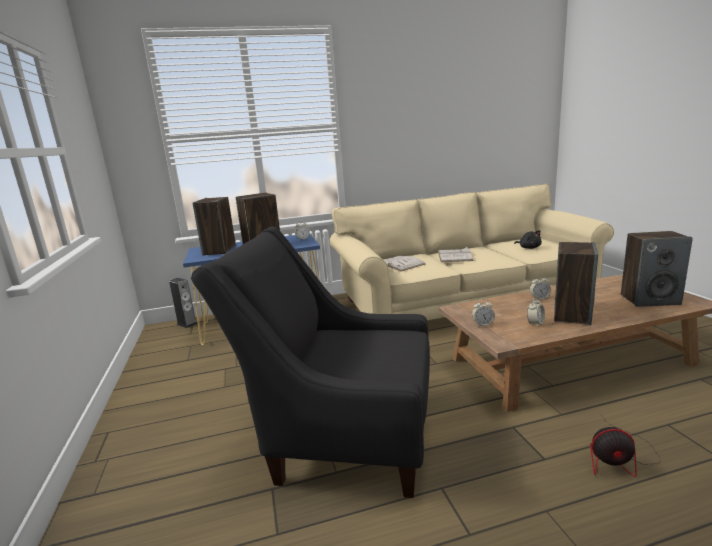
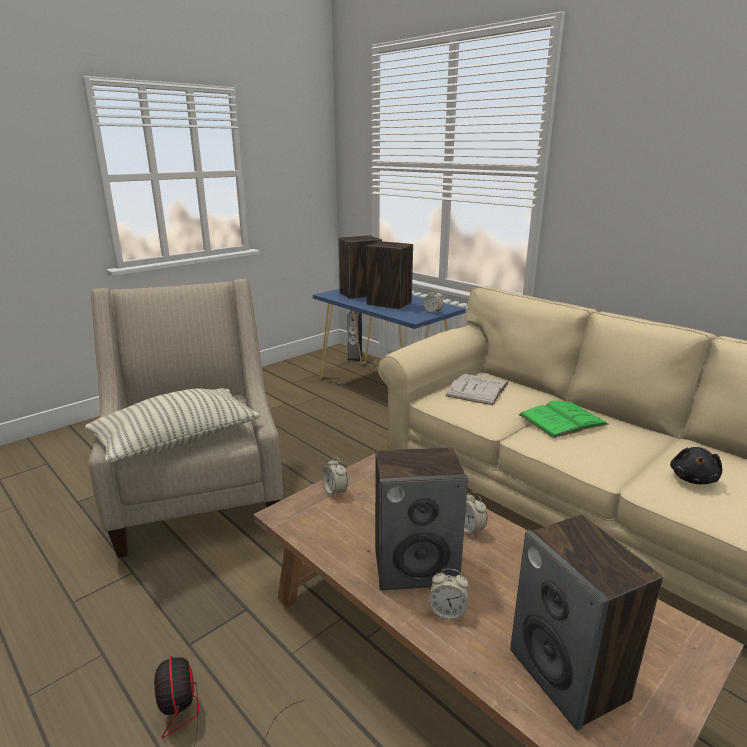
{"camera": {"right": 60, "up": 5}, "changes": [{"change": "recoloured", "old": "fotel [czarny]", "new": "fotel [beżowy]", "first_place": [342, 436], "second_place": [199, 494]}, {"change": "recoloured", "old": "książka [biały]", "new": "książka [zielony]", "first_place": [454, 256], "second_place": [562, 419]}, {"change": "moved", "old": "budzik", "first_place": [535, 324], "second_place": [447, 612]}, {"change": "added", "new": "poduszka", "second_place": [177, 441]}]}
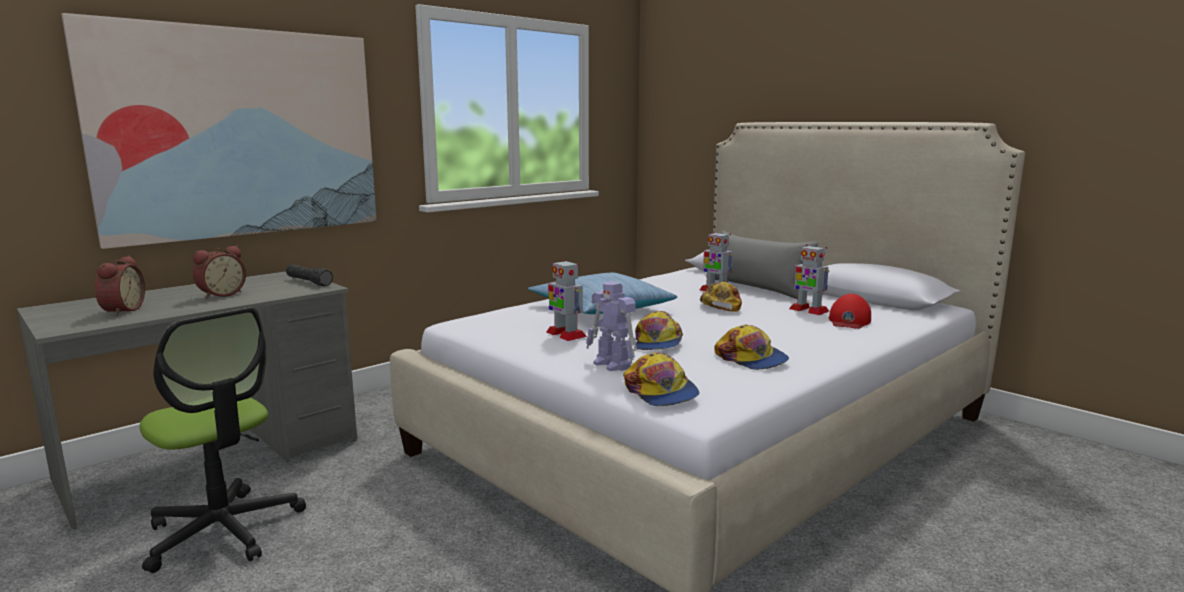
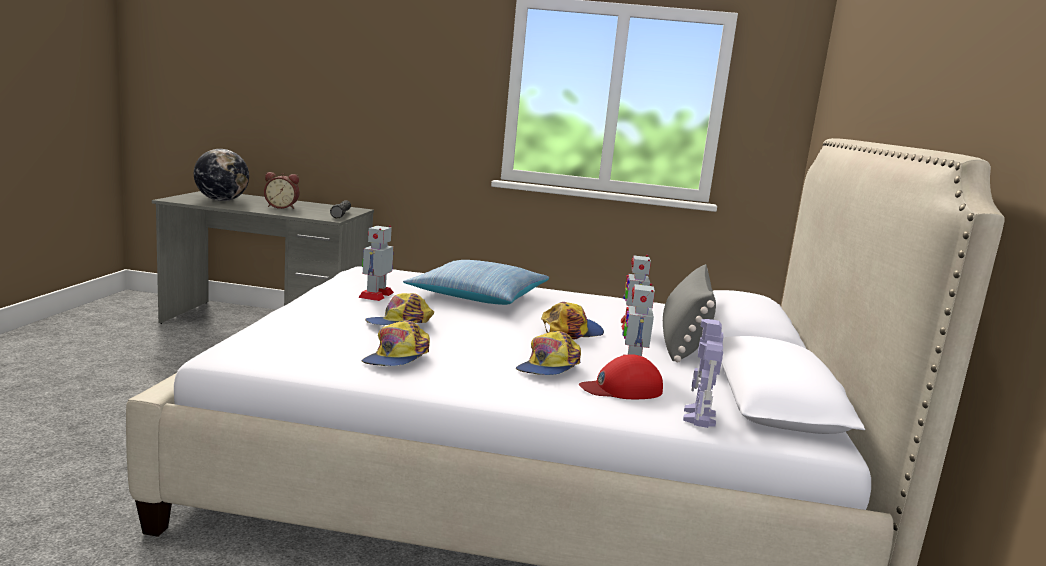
{"camera": {"right": 50, "up": 0}, "changes": [{"change": "removed", "old": "obraz", "first_place": [241, 133]}, {"change": "replaced", "old": "budzik", "new": "globus", "first_place": [121, 310], "second_place": [221, 200]}, {"change": "moved", "old": "robot zabawkowy", "first_place": [612, 365], "second_place": [699, 417]}, {"change": "removed", "old": "krzesło biurowe", "first_place": [224, 531]}, {"change": "moved", "old": "czapka z daszkiem", "first_place": [661, 392], "second_place": [549, 367]}]}
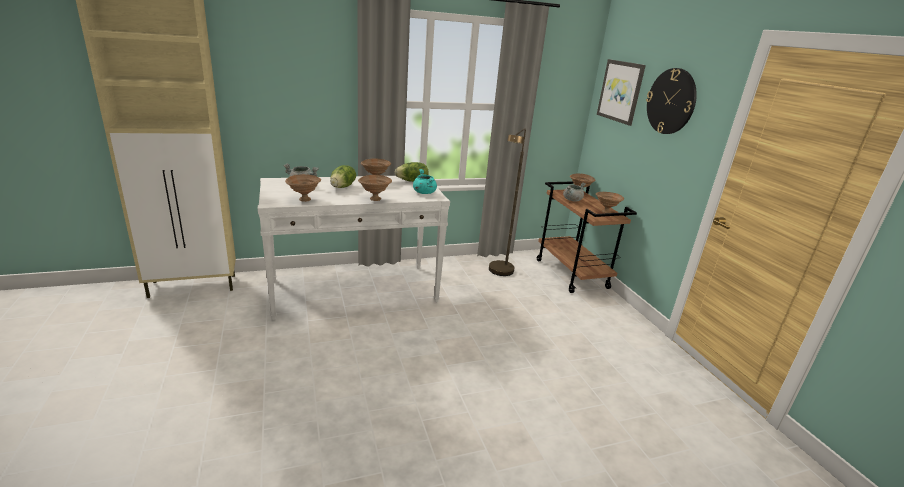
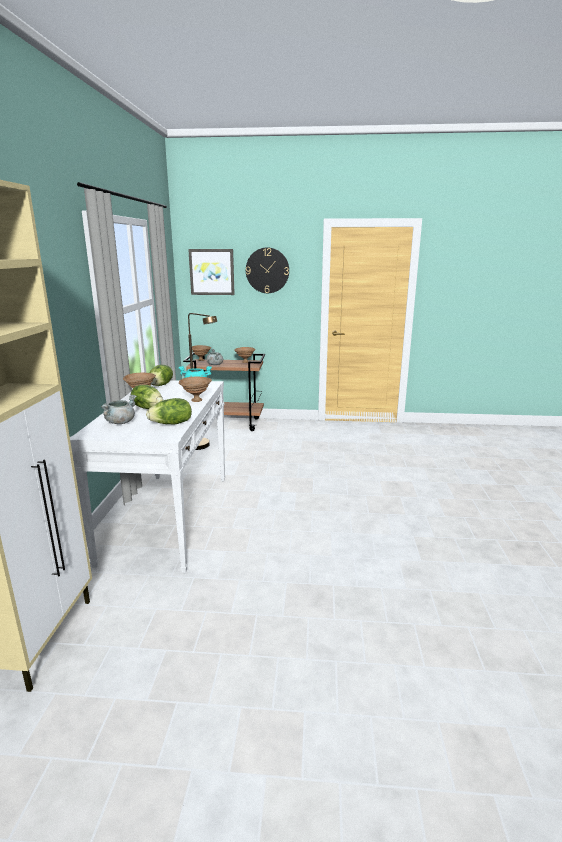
{"camera": {"right": -65, "up": -5}, "changes": [{"change": "replaced", "old": "miska [brązowy]", "new": "sałata", "first_place": [304, 200], "second_place": [171, 424]}]}
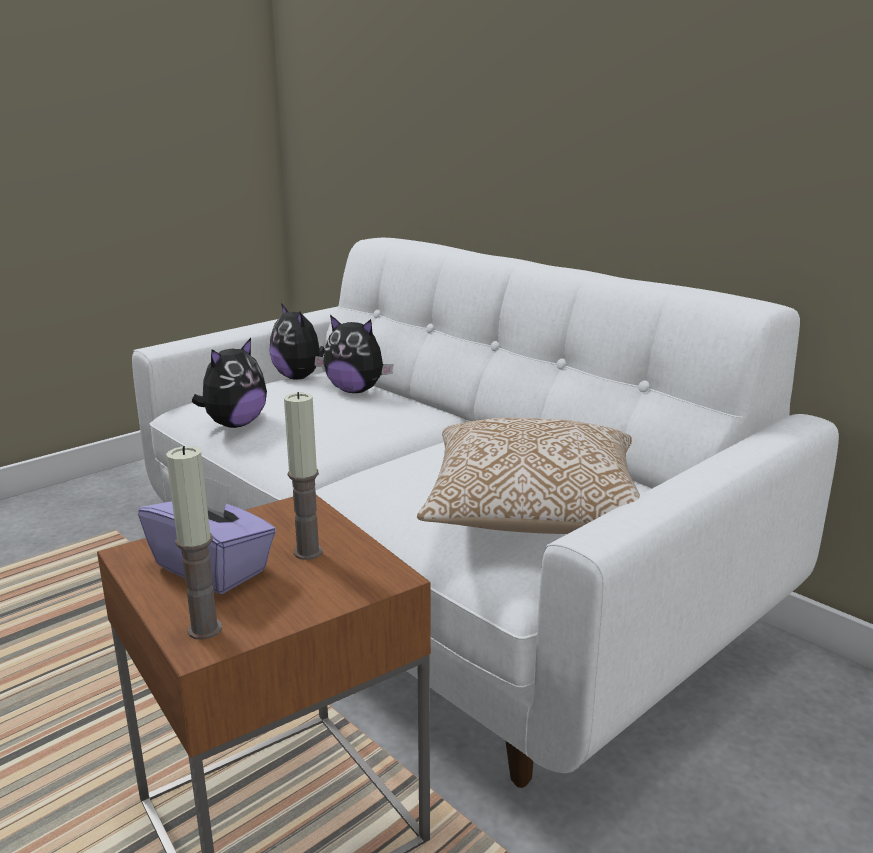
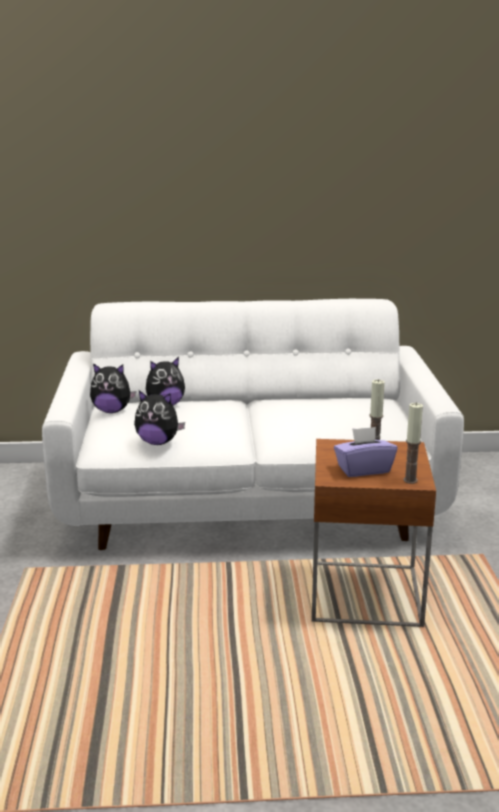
{"camera": {"right": -50, "up": 0}, "changes": [{"change": "turned", "old": "pluszak", "first_place": [234, 424], "second_place": [158, 442], "degrees": 120}, {"change": "removed", "old": "poduszka", "first_place": [533, 514]}]}
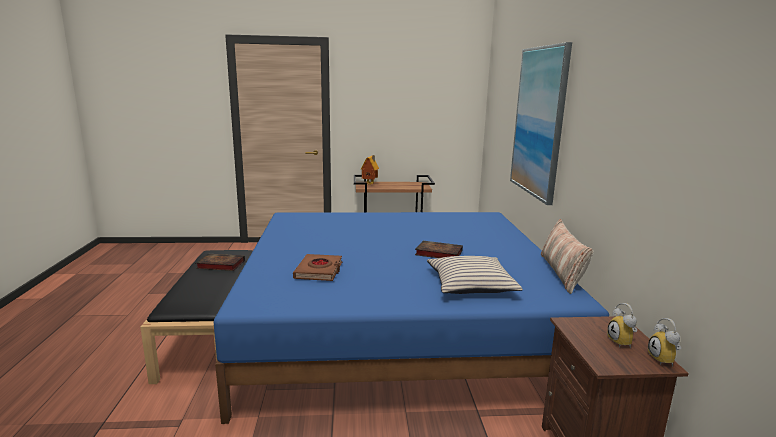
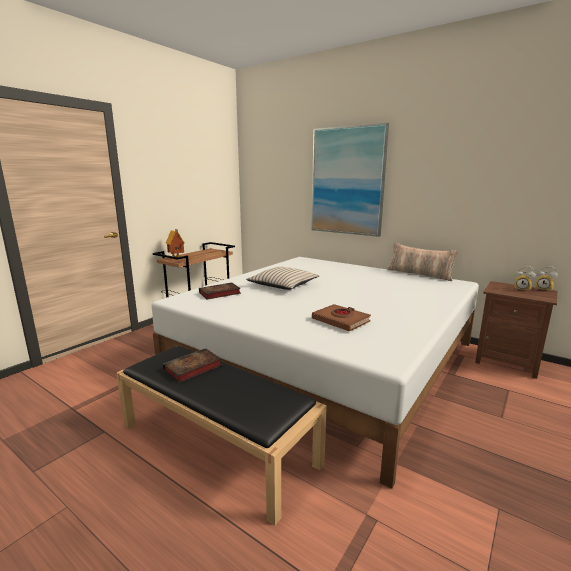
{"camera": {"right": -50, "up": 0}, "changes": [{"change": "recoloured", "old": "łóżko [niebieski]", "new": "łóżko [biały]", "first_place": [397, 328], "second_place": [326, 358]}, {"change": "moved", "old": "książka", "first_place": [437, 253], "second_place": [219, 293]}, {"change": "moved", "old": "poduszka [beżowy]", "first_place": [470, 284], "second_place": [283, 285]}]}
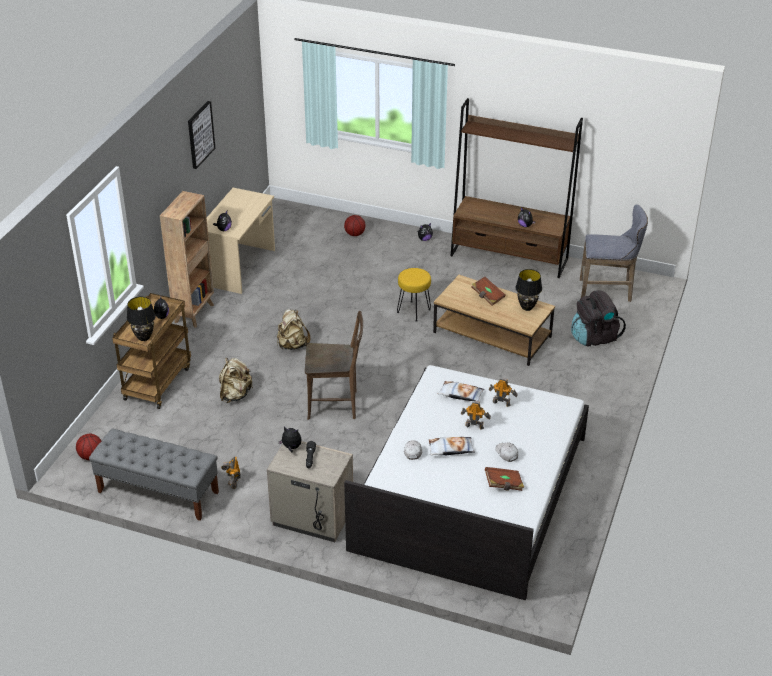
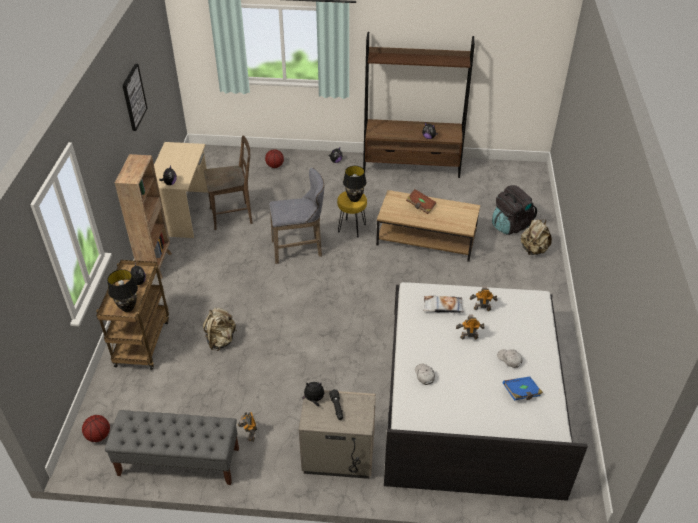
{"camera": {"right": -15, "up": 5}, "changes": [{"change": "moved", "old": "stołek [szary]", "first_place": [608, 291], "second_place": [300, 249]}, {"change": "moved", "old": "lampa stołowa [czarny]", "first_place": [527, 307], "second_place": [354, 199]}, {"change": "moved", "old": "plecak [beżowy]", "first_place": [292, 345], "second_place": [533, 250]}, {"change": "moved", "old": "krzesło [brązowy]", "first_place": [336, 405], "second_place": [234, 215]}, {"change": "removed", "old": "poduszka", "first_place": [450, 449]}, {"change": "recoloured", "old": "książka [brązowy]", "new": "książka [niebieski]", "first_place": [504, 485], "second_place": [521, 393]}]}
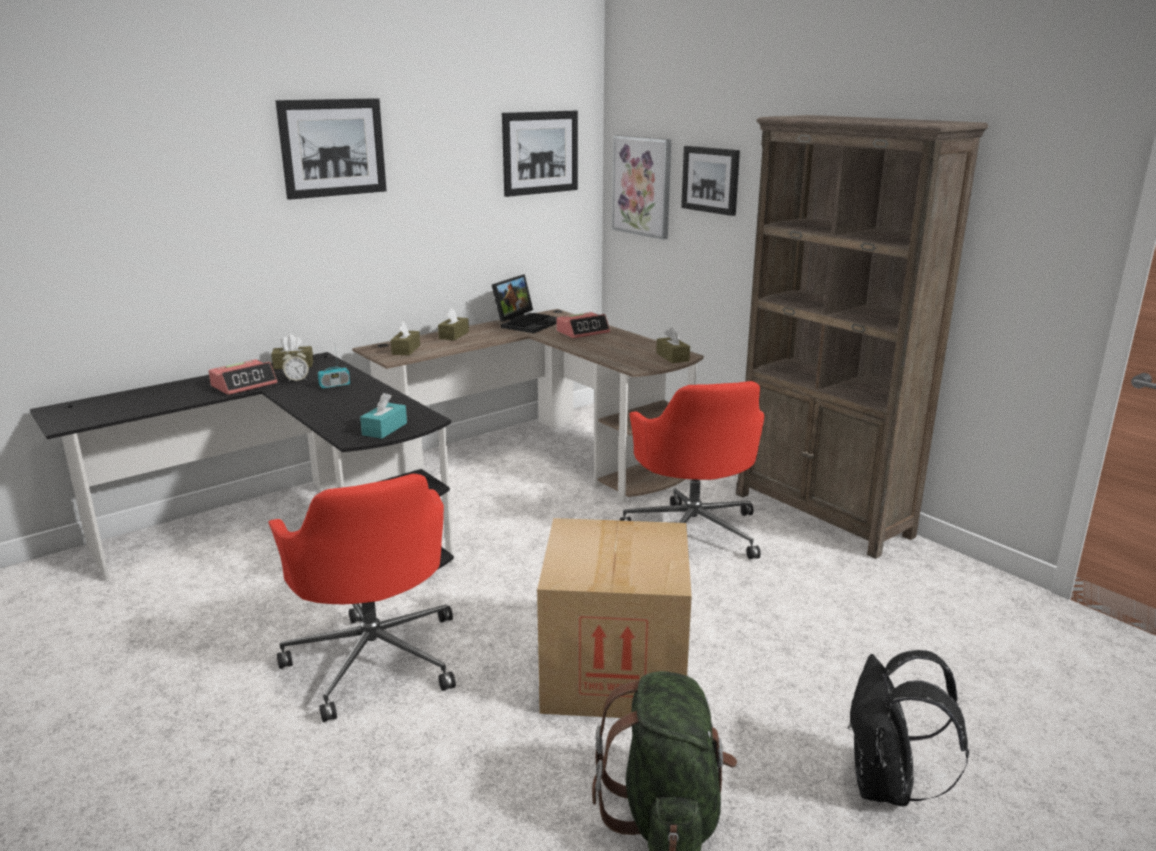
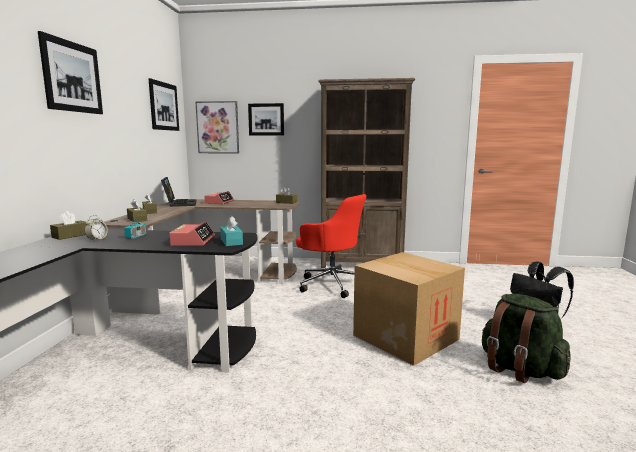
{"camera": {"right": -45, "up": -10}, "changes": [{"change": "moved", "old": "budzik", "first_place": [244, 385], "second_place": [193, 241]}, {"change": "removed", "old": "krzesło biurowe [czerwony]", "first_place": [375, 658]}]}
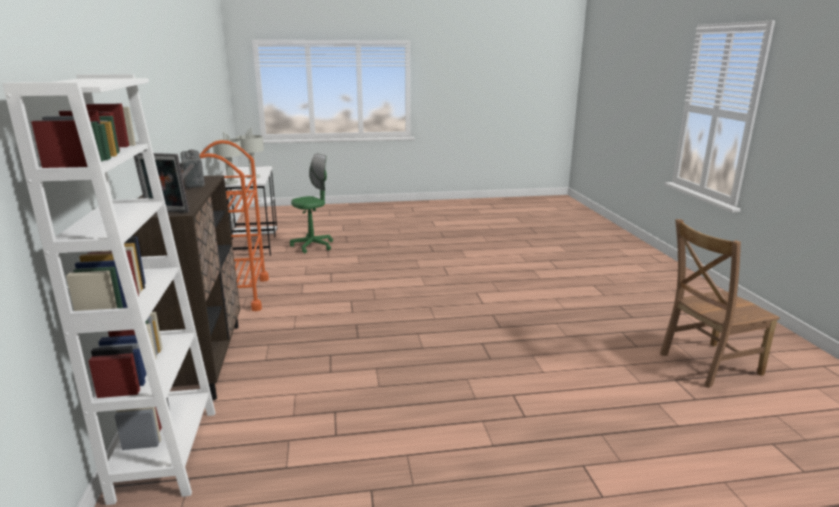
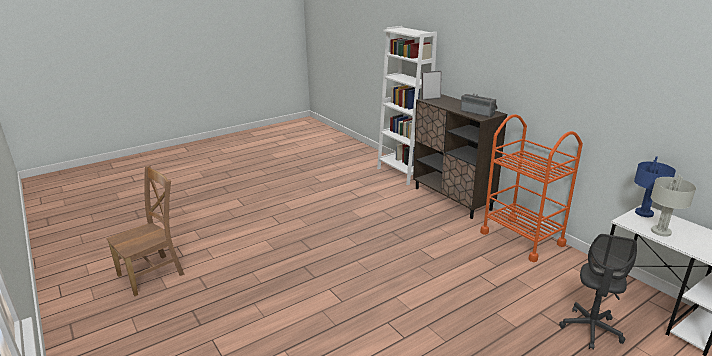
{"camera": {"right": 155, "up": 5}, "changes": [{"change": "recoloured", "old": "lampa stołowa [szary]", "new": "lampa stołowa [niebieski]", "first_place": [231, 182], "second_place": [644, 213]}, {"change": "recoloured", "old": "krzesło biurowe [zielony]", "new": "krzesło biurowe [szary]", "first_place": [313, 246], "second_place": [591, 329]}]}
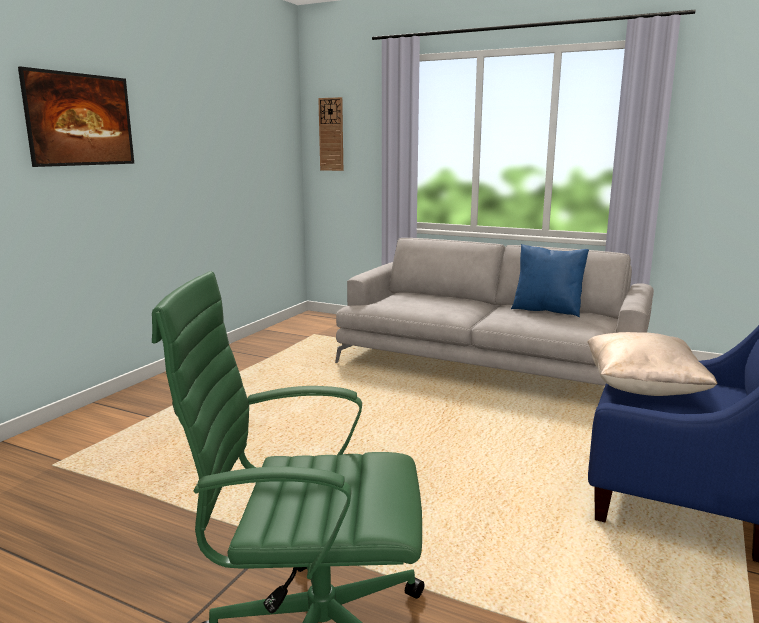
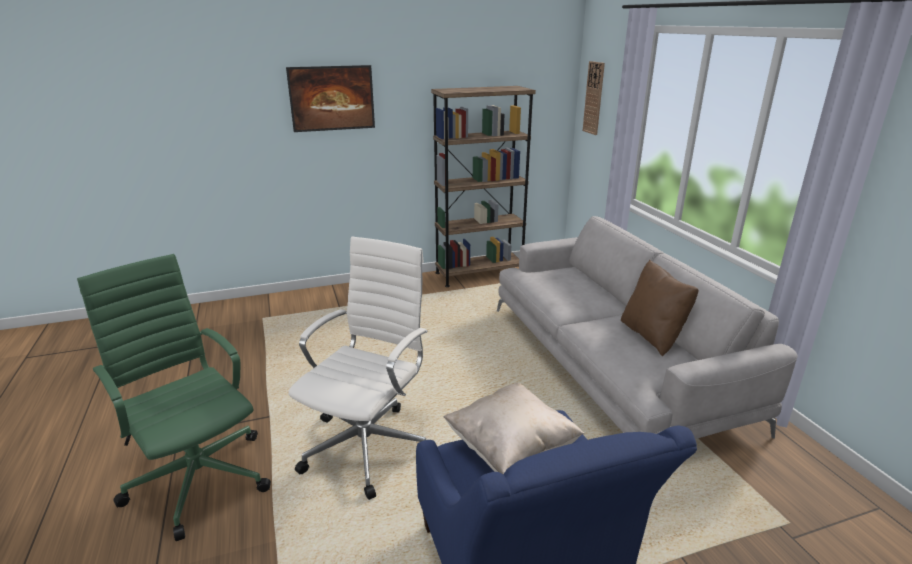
{"camera": {"right": 45, "up": 10}, "changes": [{"change": "recoloured", "old": "poduszka [niebieski]", "new": "poduszka [brązowy]", "first_place": [547, 310], "second_place": [652, 336]}, {"change": "added", "new": "regał [brązowy]", "second_place": [479, 274]}, {"change": "added", "new": "krzesło biurowe [biały]", "second_place": [369, 445]}]}
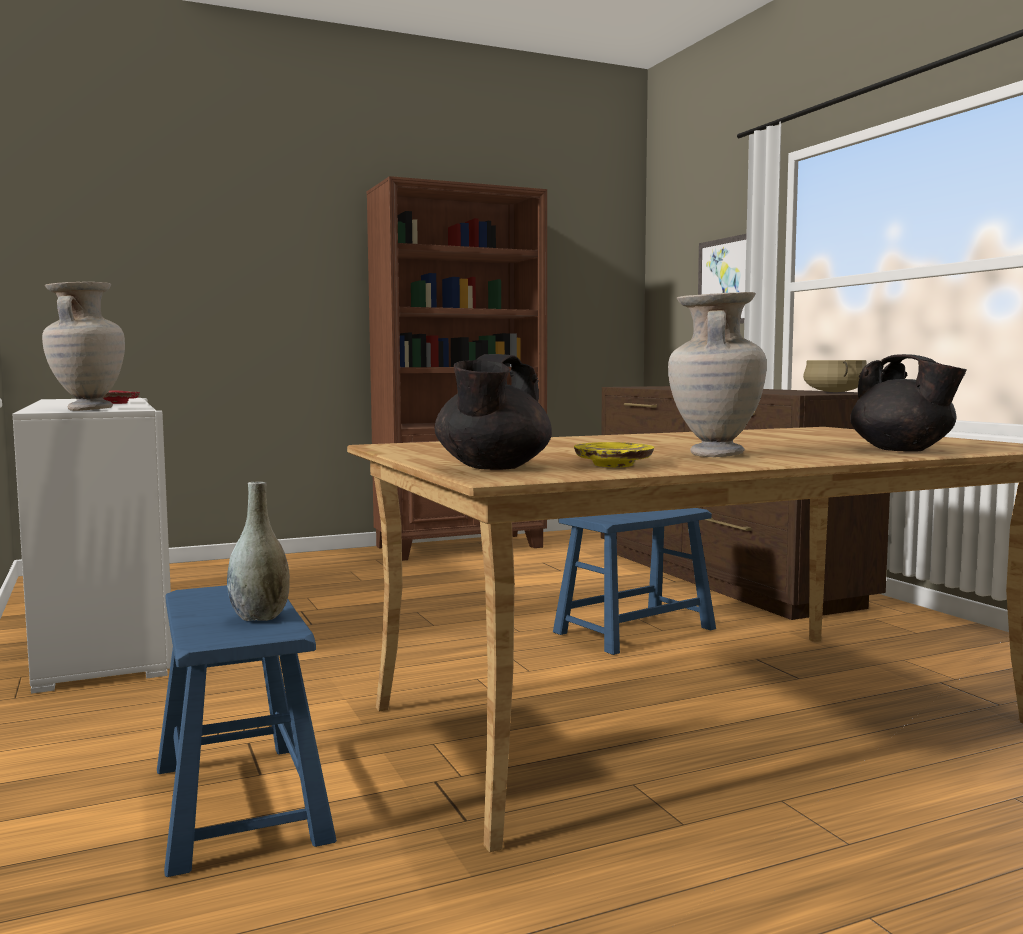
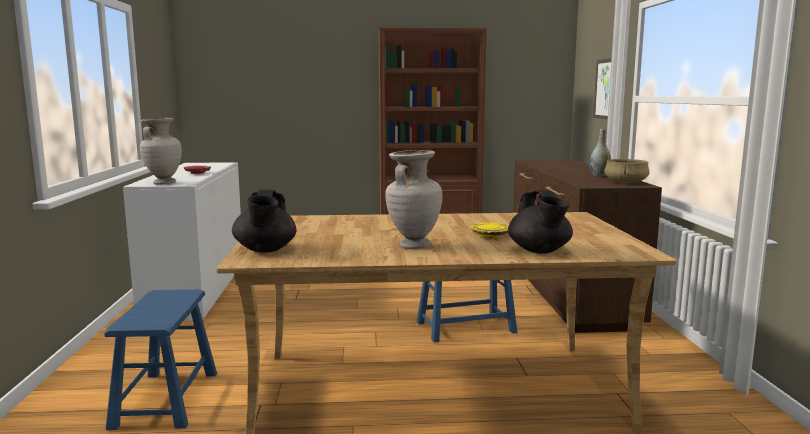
{"camera": {"right": 20, "up": 5}, "changes": [{"change": "turned", "old": "imbryk [czarny]", "first_place": [492, 468], "second_place": [265, 250], "degrees": -45}, {"change": "moved", "old": "talerz [żółty]", "first_place": [614, 465], "second_place": [490, 236]}, {"change": "moved", "old": "wazon [szary]", "first_place": [259, 617], "second_place": [599, 175]}]}
